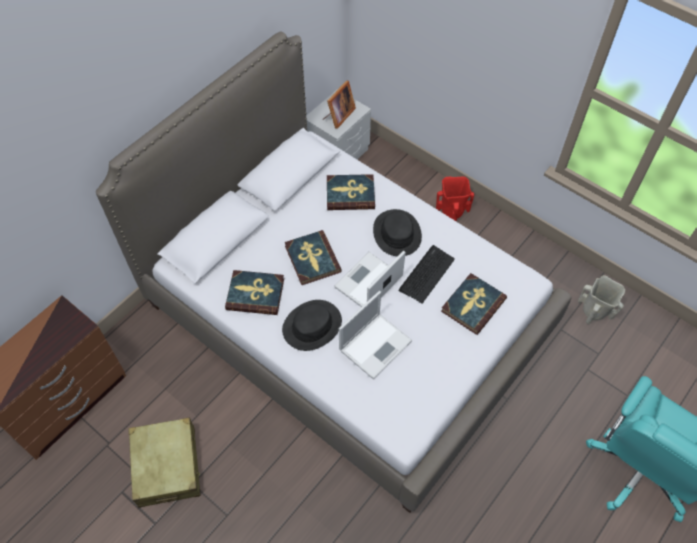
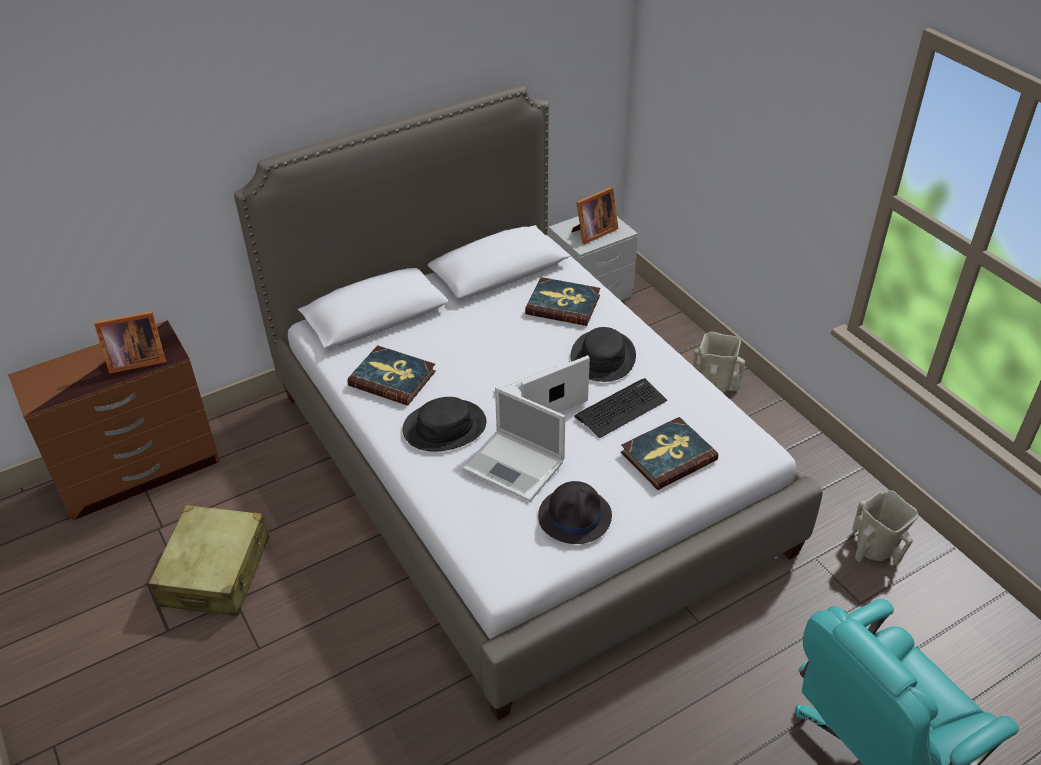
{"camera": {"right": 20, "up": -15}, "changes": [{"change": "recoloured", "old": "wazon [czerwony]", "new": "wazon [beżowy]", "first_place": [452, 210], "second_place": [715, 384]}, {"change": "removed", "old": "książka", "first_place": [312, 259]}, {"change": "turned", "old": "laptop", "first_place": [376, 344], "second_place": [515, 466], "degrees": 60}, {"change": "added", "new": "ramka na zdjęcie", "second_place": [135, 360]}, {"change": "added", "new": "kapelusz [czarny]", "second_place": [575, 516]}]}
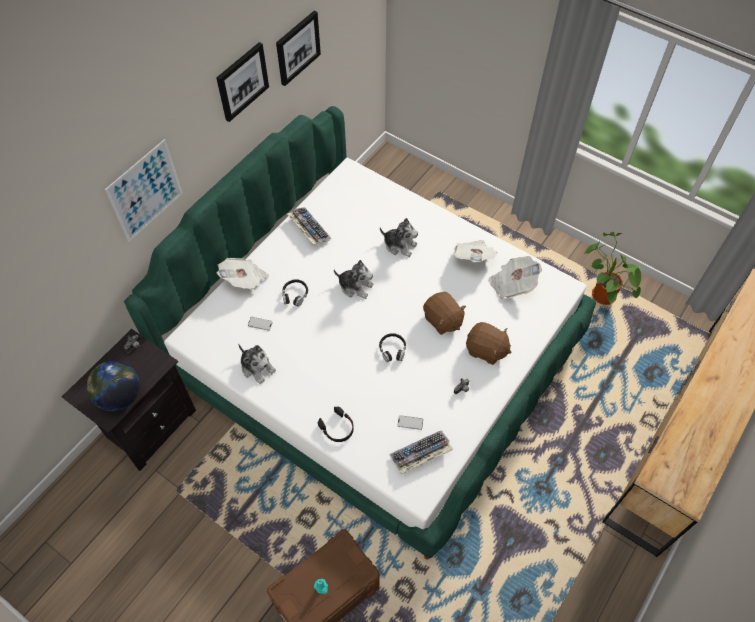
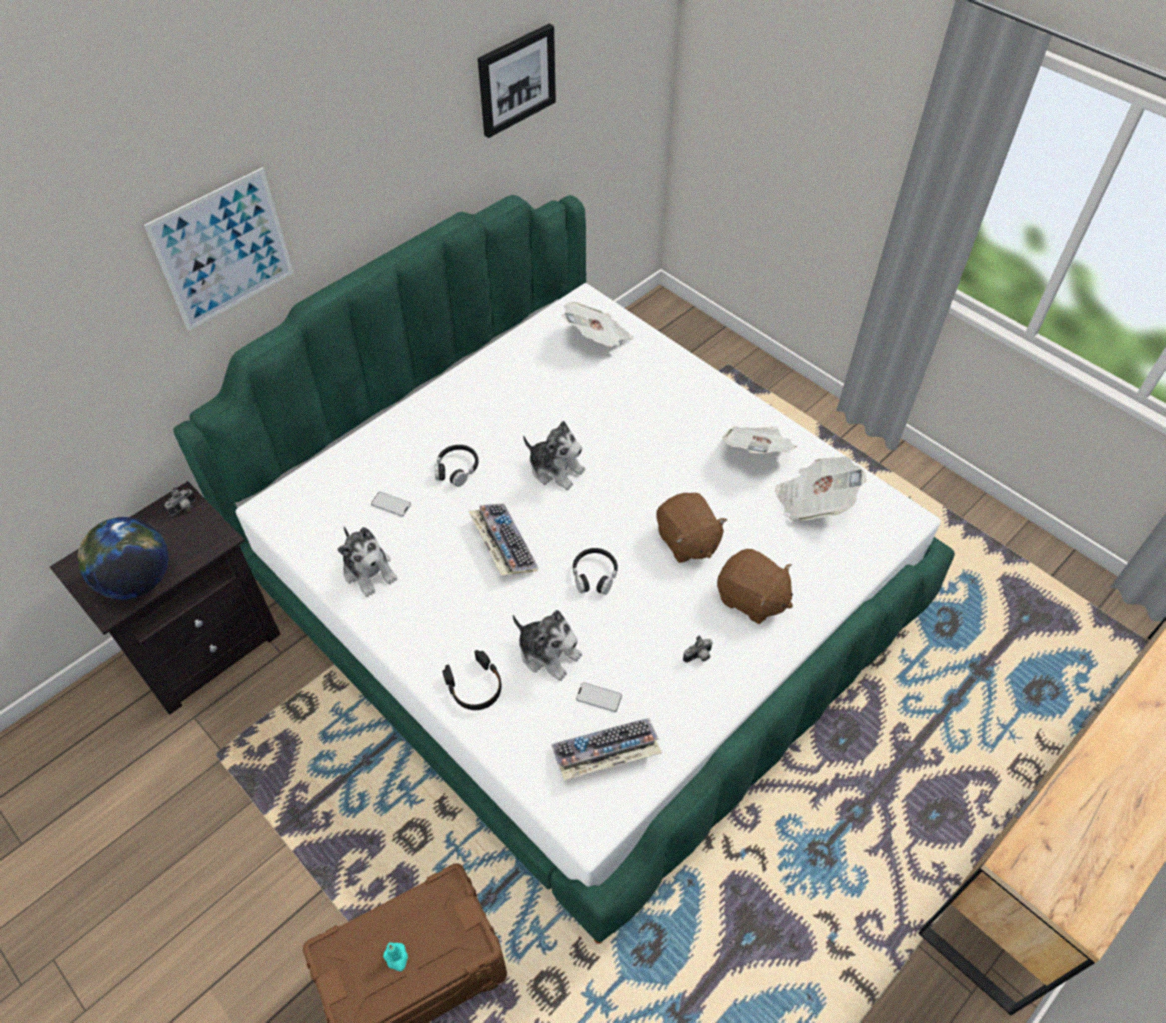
{"camera": {"right": 10, "up": -5}, "changes": [{"change": "removed", "old": "obraz", "first_place": [242, 81]}, {"change": "moved", "old": "klawiatura", "first_place": [308, 229], "second_place": [502, 544]}, {"change": "moved", "old": "pluszak", "first_place": [399, 245], "second_place": [548, 653]}, {"change": "removed", "old": "roślina doniczkowa", "first_place": [600, 294]}, {"change": "moved", "old": "gazeta", "first_place": [244, 280], "second_place": [598, 339]}]}
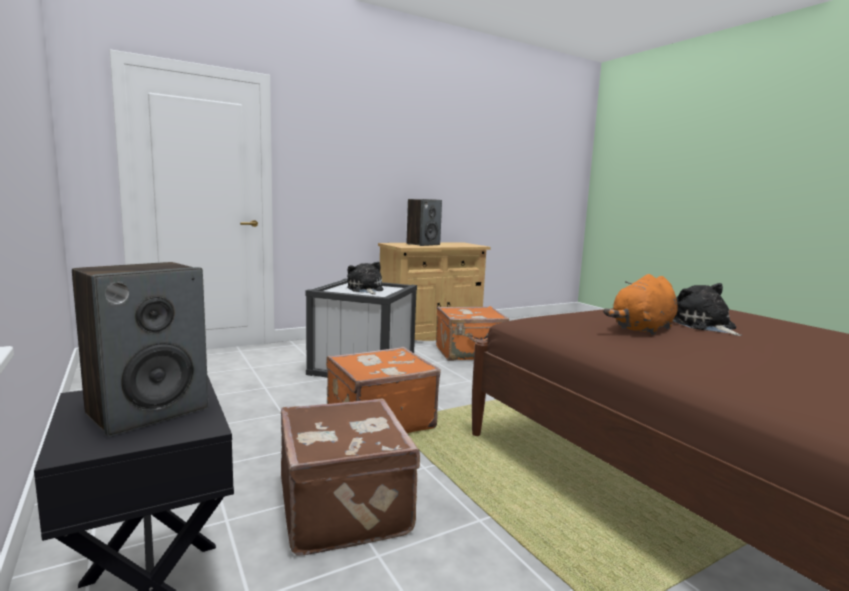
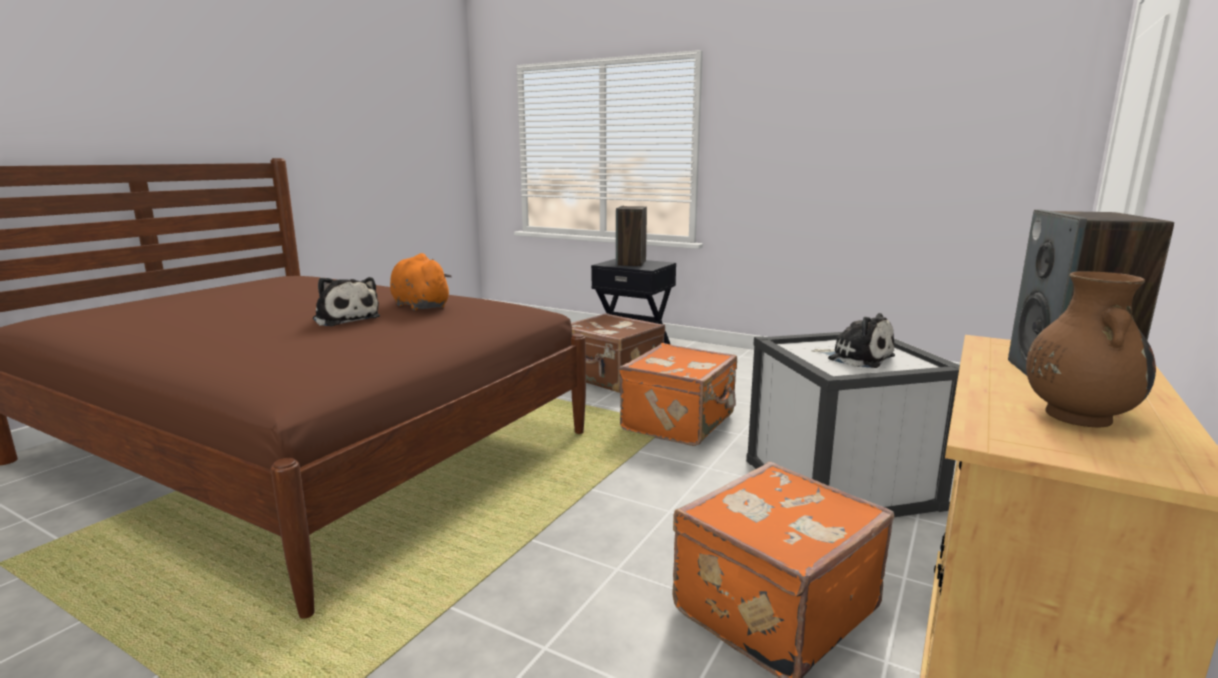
{"camera": {"right": 150, "up": 5}, "changes": [{"change": "turned", "old": "pluszak [pomarańczowy]", "first_place": [642, 329], "second_place": [419, 306], "degrees": -60}, {"change": "added", "new": "wazon [brązowy]", "second_place": [1076, 415]}]}
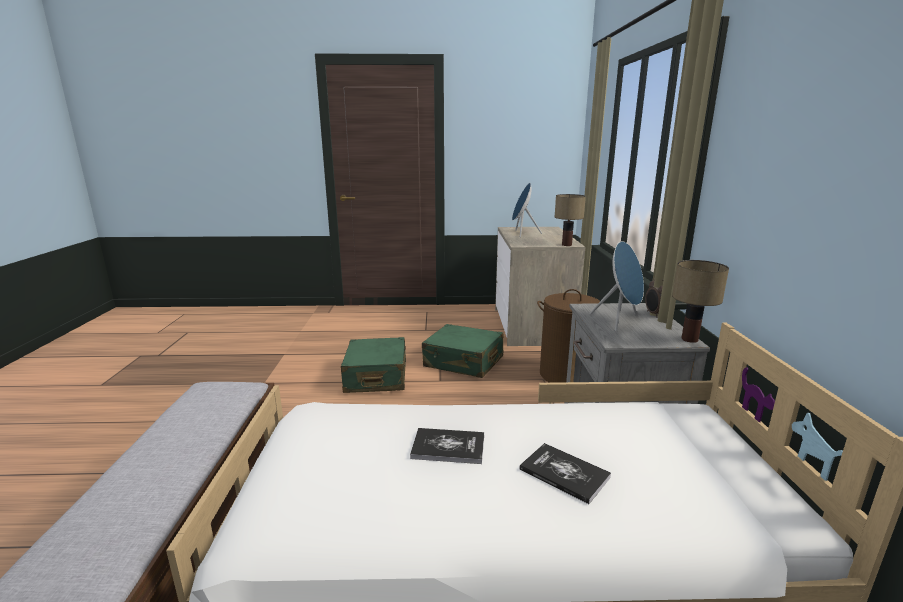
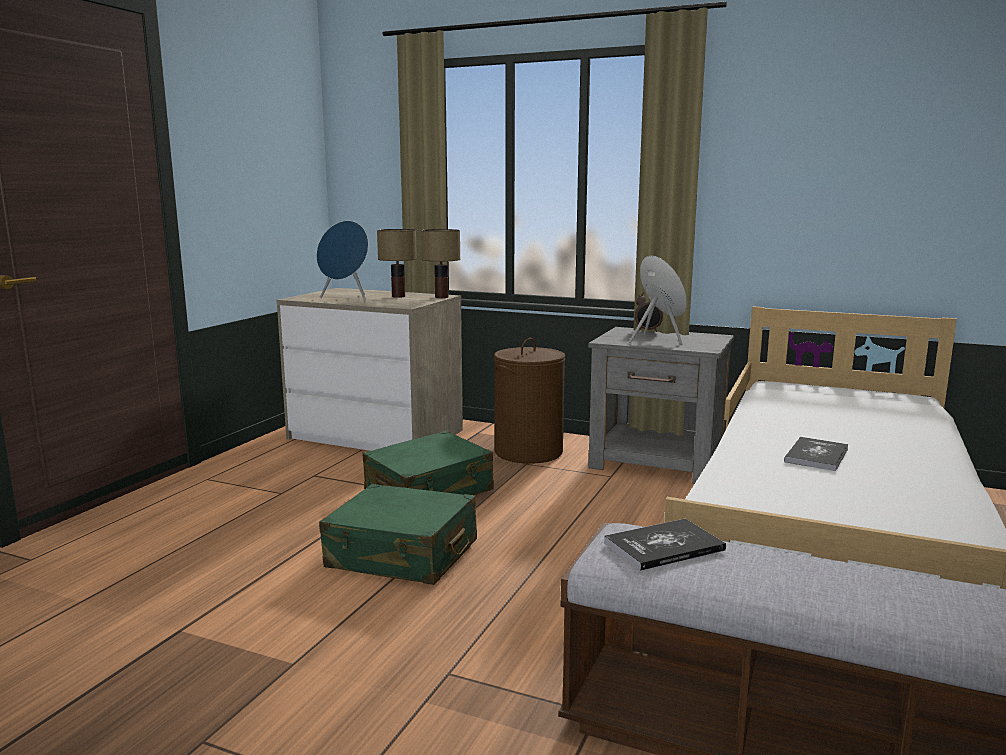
{"camera": {"right": -65, "up": -5}, "changes": [{"change": "moved", "old": "lampa stołowa", "first_place": [690, 339], "second_place": [399, 296]}, {"change": "moved", "old": "książka", "first_place": [564, 473], "second_place": [664, 546]}]}
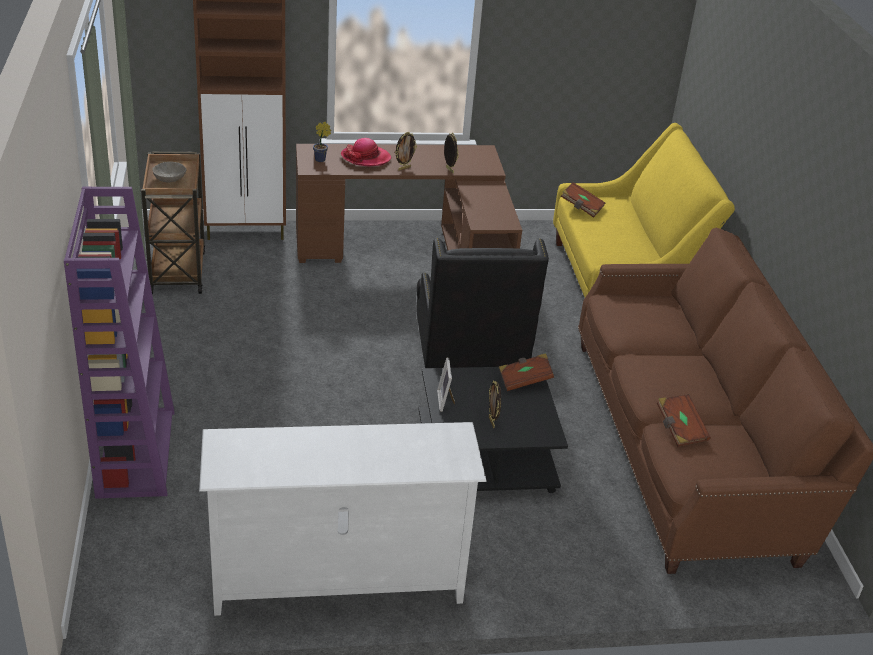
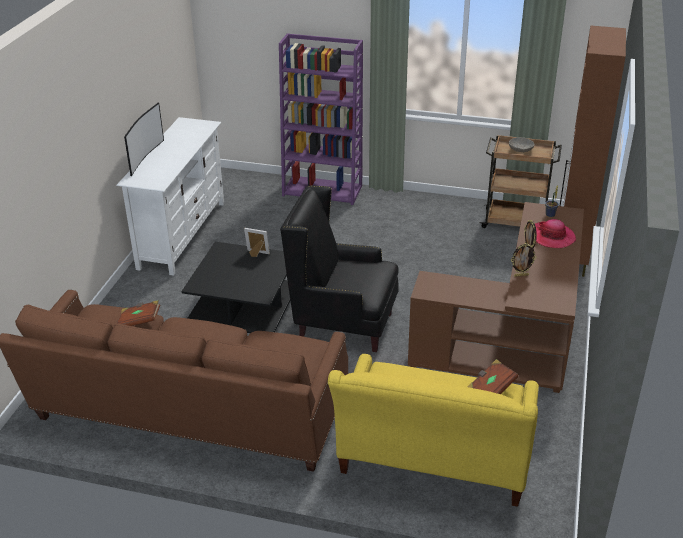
{"camera": {"right": 115, "up": 0}, "changes": [{"change": "removed", "old": "książka [brązowy]", "first_place": [524, 380]}, {"change": "removed", "old": "ramka na zdjęcie", "first_place": [492, 422]}, {"change": "added", "new": "telewizor", "second_place": [145, 157]}]}
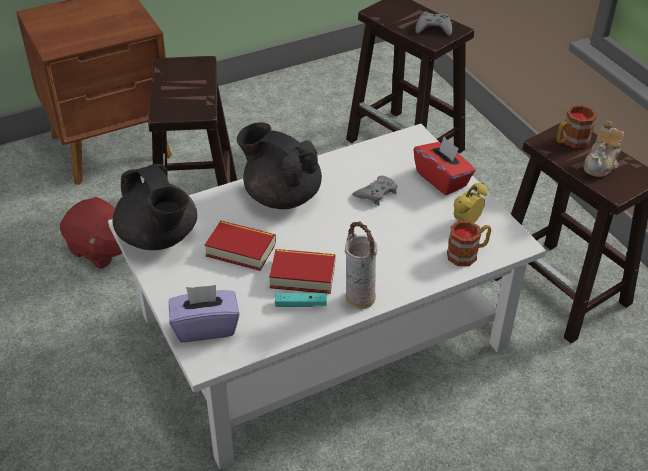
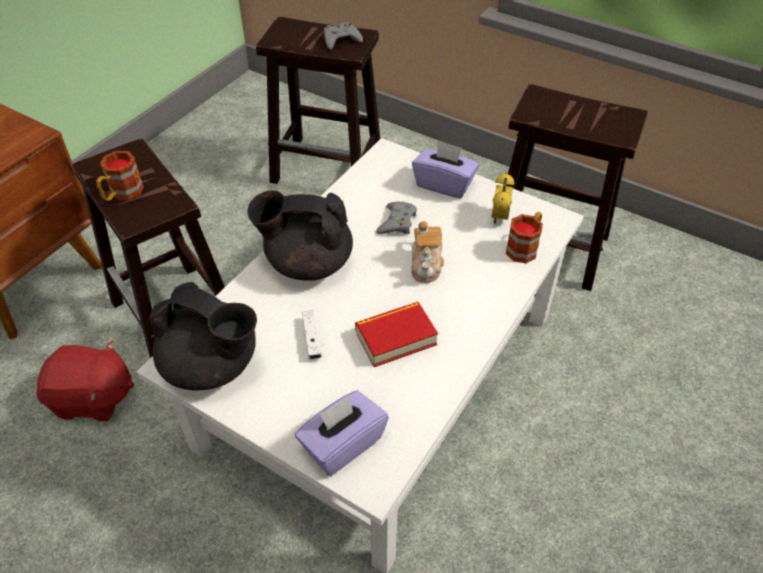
{"camera": {"right": -30, "up": 5}, "changes": [{"change": "moved", "old": "kubek", "first_place": [570, 141], "second_place": [122, 194]}, {"change": "moved", "old": "imbryk", "first_place": [601, 164], "second_place": [426, 264]}, {"change": "recoloured", "old": "pudełko chusteczek [czerwony]", "new": "pudełko chusteczek [fioletowy]", "first_place": [442, 179], "second_place": [444, 184]}, {"change": "replaced", "old": "książka", "new": "pad do gier [biały]", "first_place": [241, 250], "second_place": [312, 339]}, {"change": "removed", "old": "wazon", "first_place": [359, 299]}, {"change": "removed", "old": "pad do gier [turkusowy]", "first_place": [300, 304]}]}
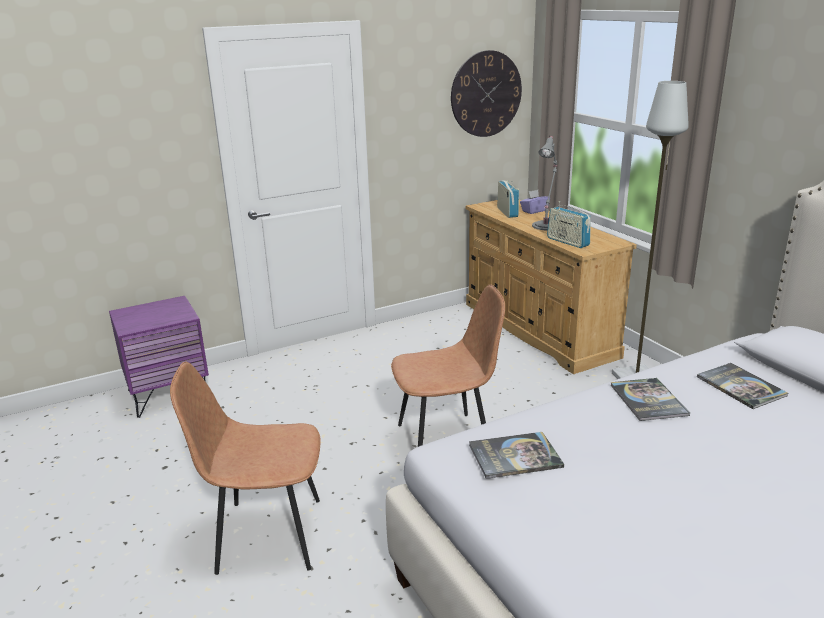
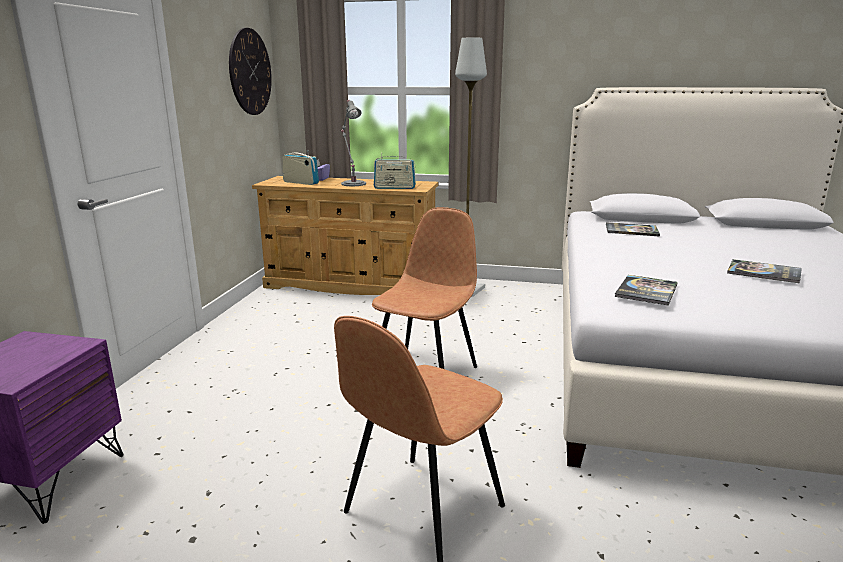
{"camera": {"right": -50, "up": -5}, "changes": [{"change": "moved", "old": "książka", "first_place": [648, 400], "second_place": [764, 272]}]}
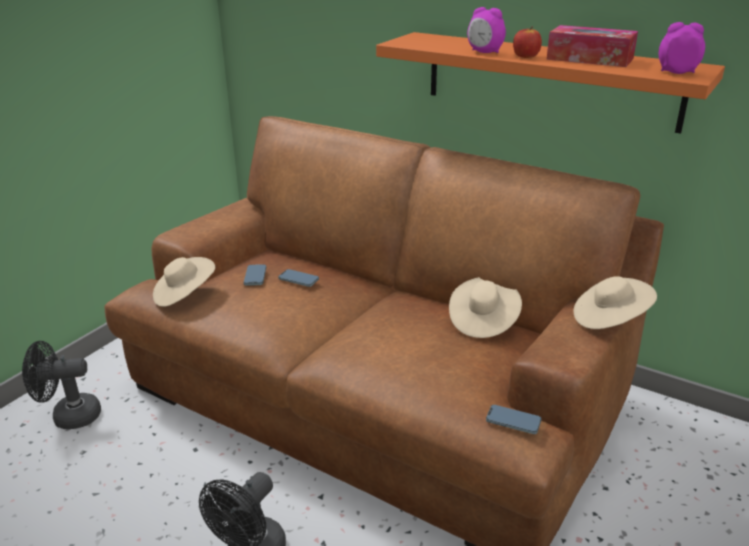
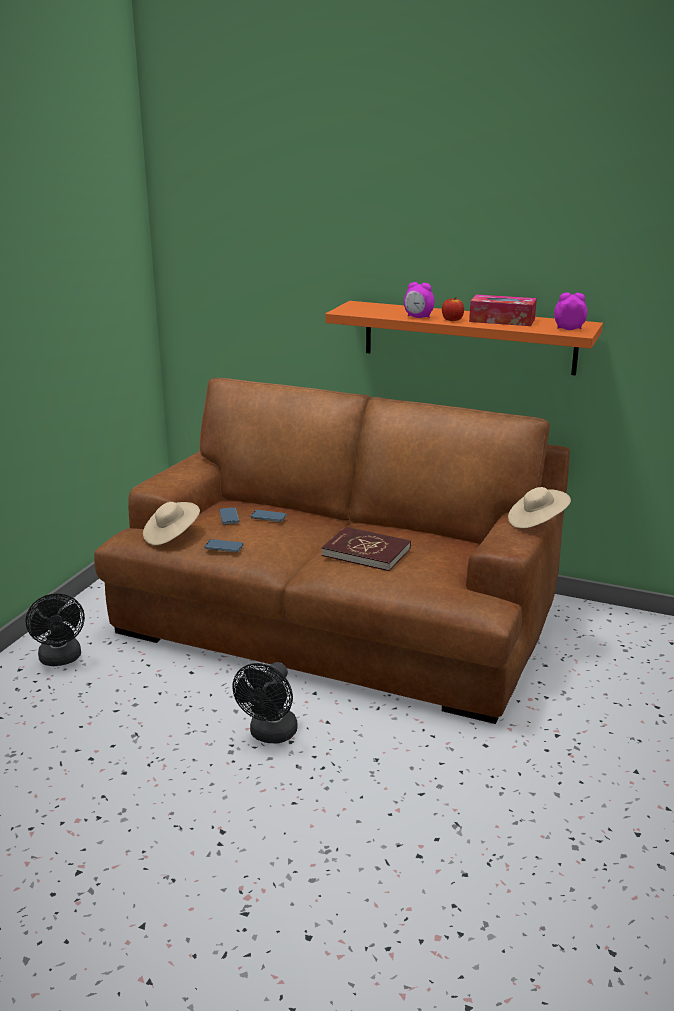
{"camera": {"right": -10, "up": -5}, "changes": [{"change": "removed", "old": "kapelusz [beżowy]", "first_place": [483, 320]}, {"change": "turned", "old": "wentylator [czarny]", "first_place": [69, 416], "second_place": [61, 659], "degrees": -90}, {"change": "moved", "old": "telefon", "first_place": [513, 421], "second_place": [224, 547]}, {"change": "added", "new": "książka [czerwony]", "second_place": [366, 552]}]}
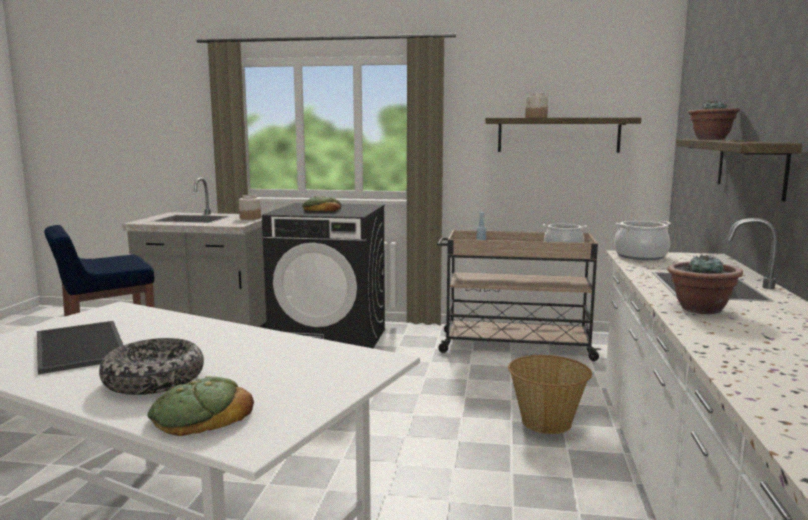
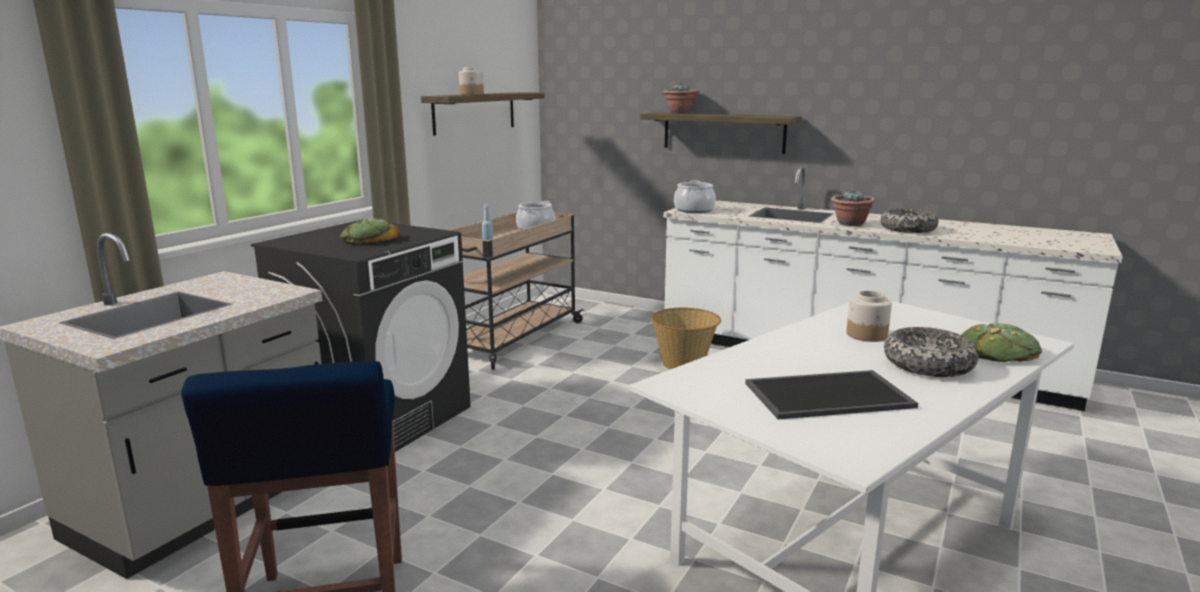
{"camera": {"right": -70, "up": 5}, "changes": [{"change": "moved", "old": "słoik", "first_place": [250, 218], "second_place": [867, 335]}, {"change": "added", "new": "miska", "second_place": [908, 229]}]}
